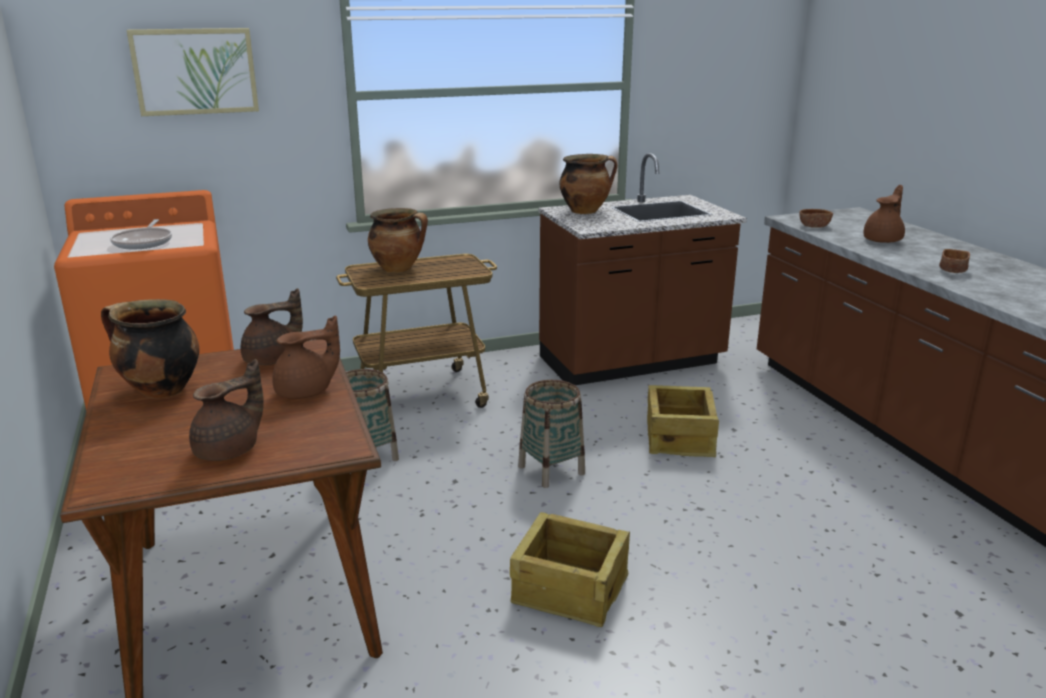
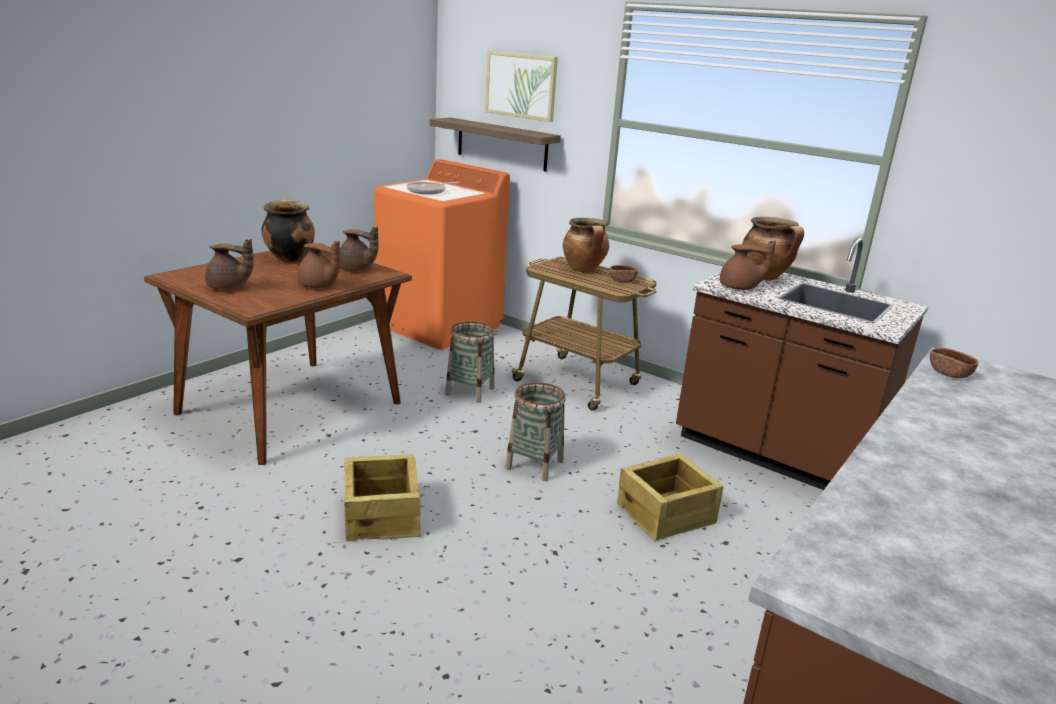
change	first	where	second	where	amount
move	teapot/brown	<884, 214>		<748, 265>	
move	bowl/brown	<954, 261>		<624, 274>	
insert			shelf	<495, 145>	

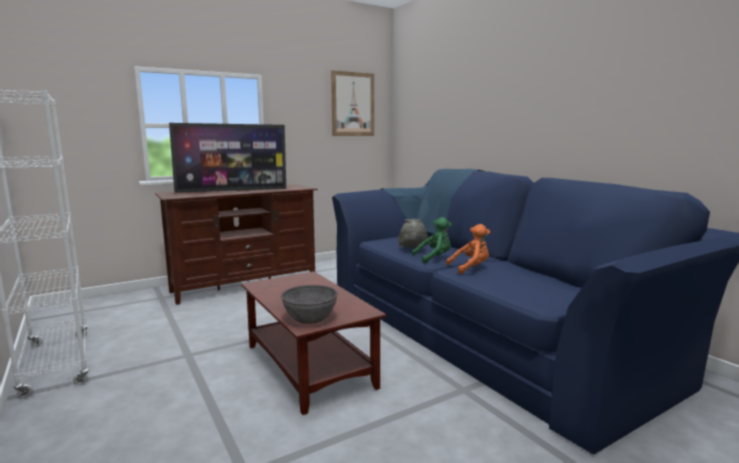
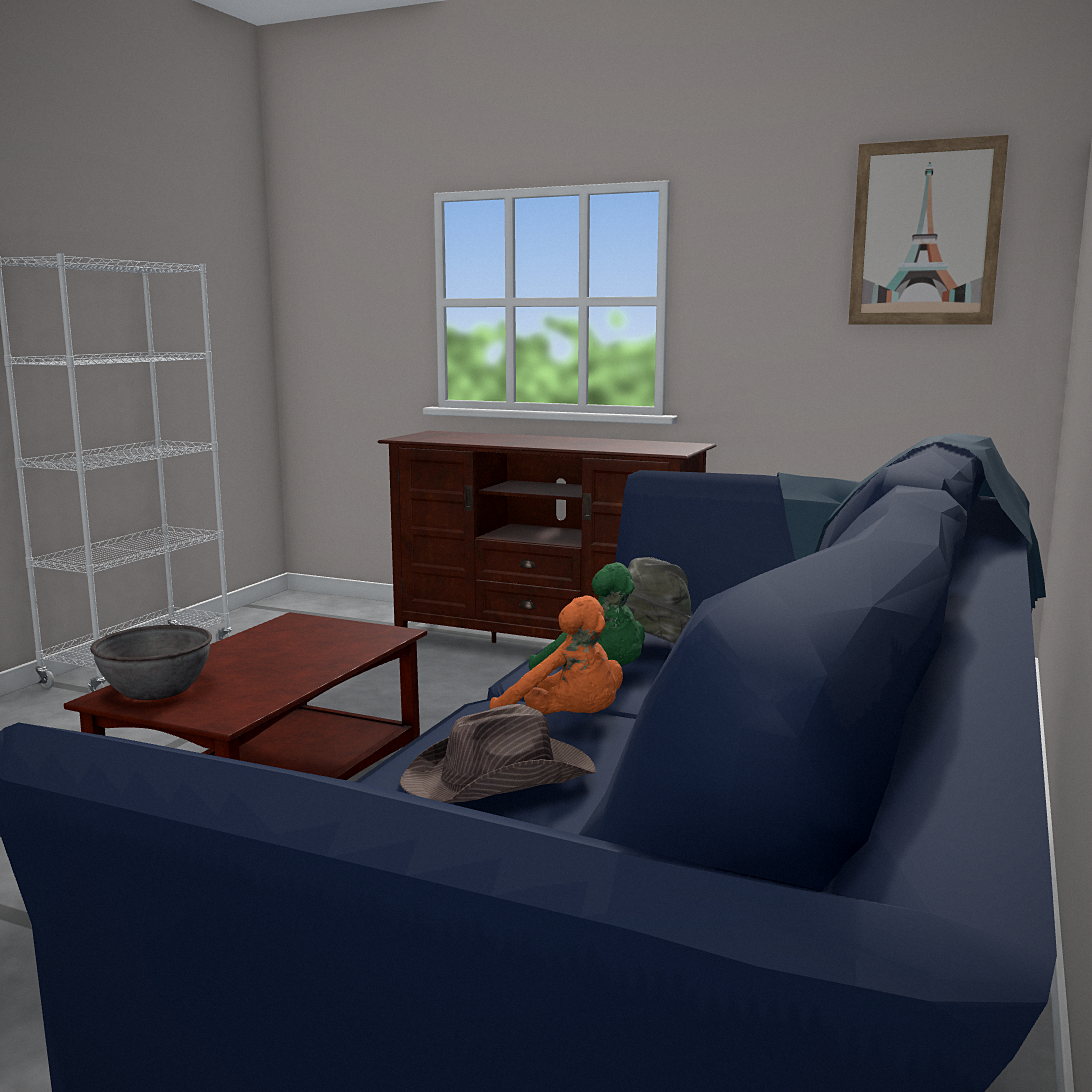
change	first	where	second	where	amount
delete	television	<227, 158>			
insert			hat/brown	<498, 753>	

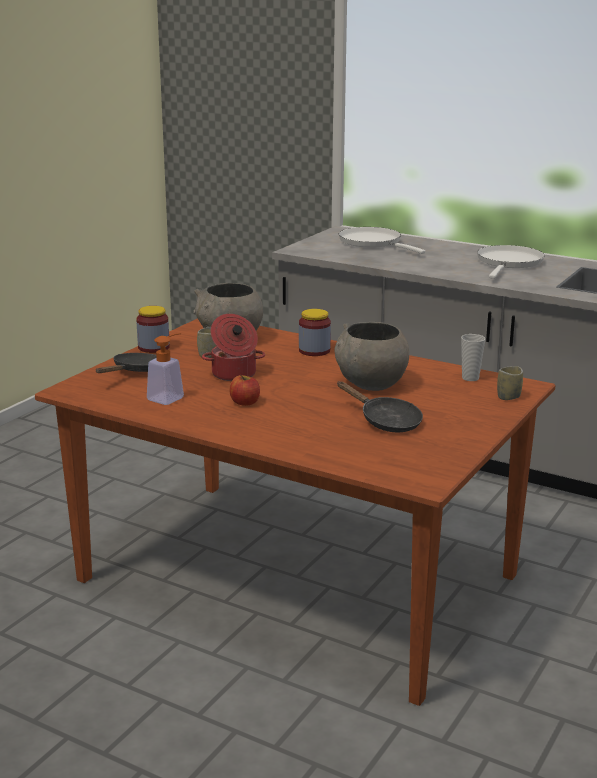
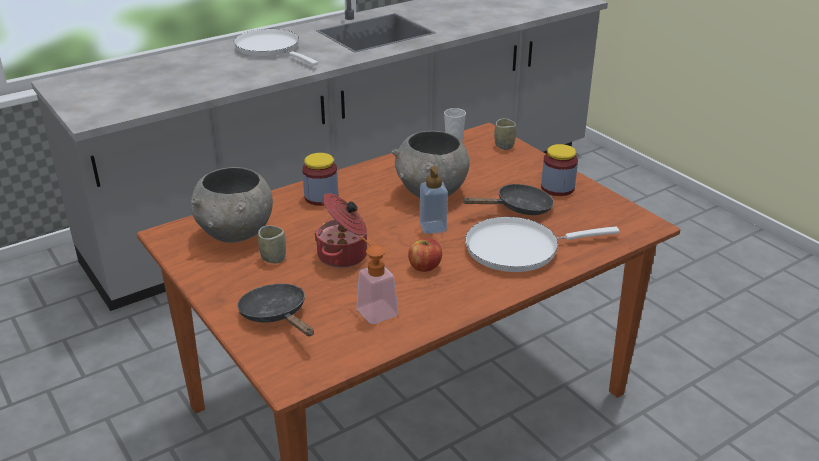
change	first	where	second	where	amount
move	frying pan/white	<382, 240>		<542, 244>	
move	jar	<153, 329>		<559, 170>	
insert			soap dispenser	<434, 200>	

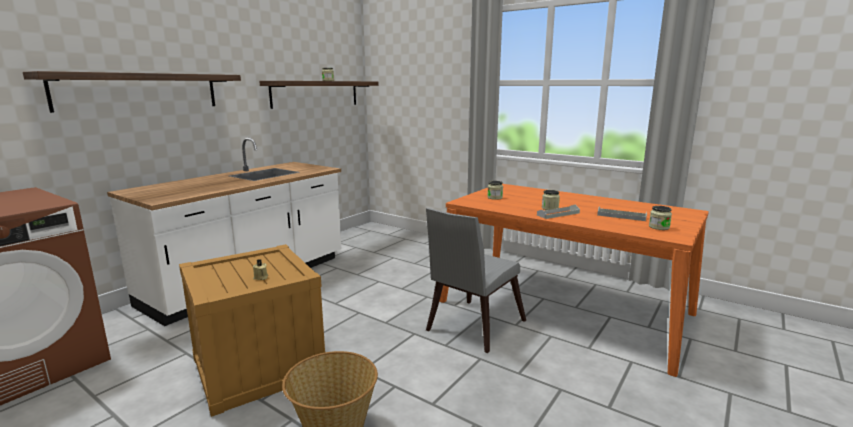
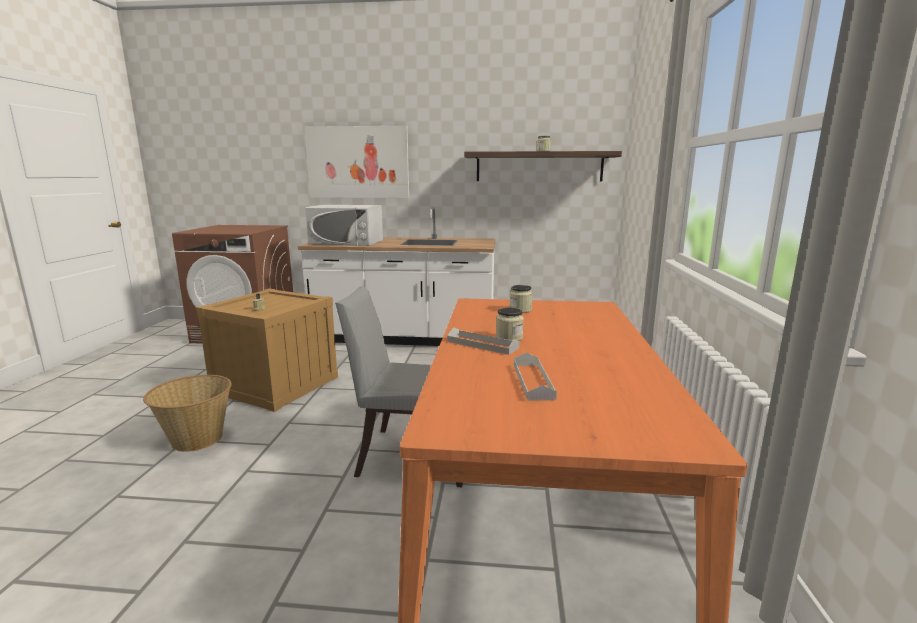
change	first	where	second	where	amount
replace	shelf	<132, 92>	picture	<356, 162>	
delete	jar	<660, 218>			
insert			microwave/white	<344, 225>	

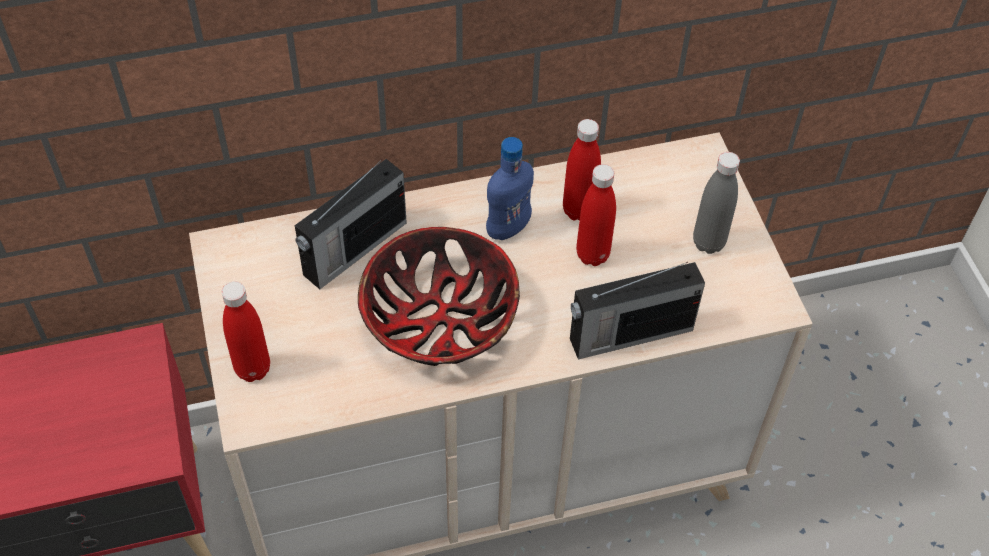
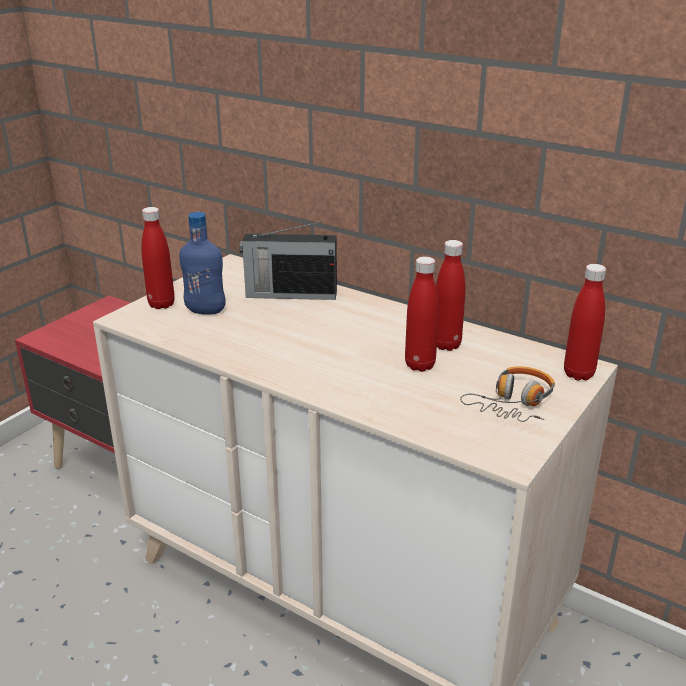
change	first	where	second	where	amount
move	bottle/blue	<510, 188>		<202, 263>	
replace	bottle/grey	<716, 203>	headphones	<507, 394>	
delete	bowl	<439, 296>			
delete	radio	<637, 310>			
insert			bottle/red	<585, 322>	

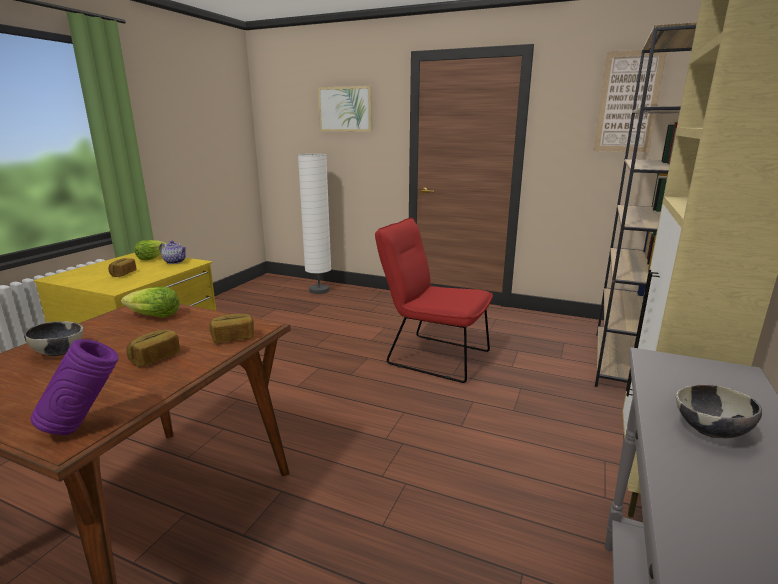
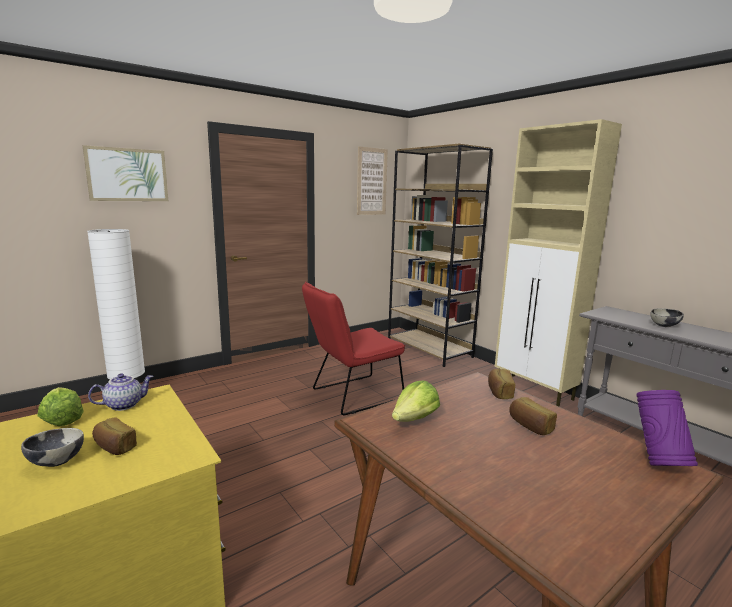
change	first	where	second	where	amount
move	bowl	<53, 338>		<52, 447>	

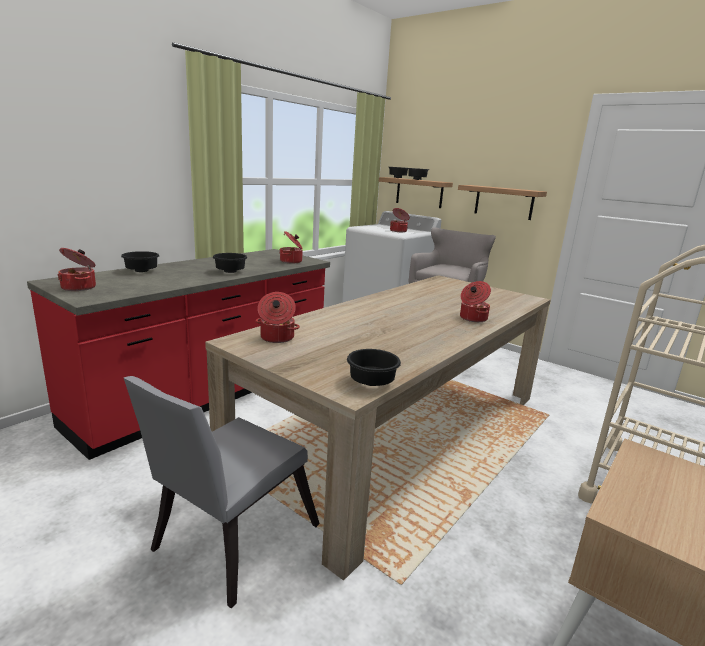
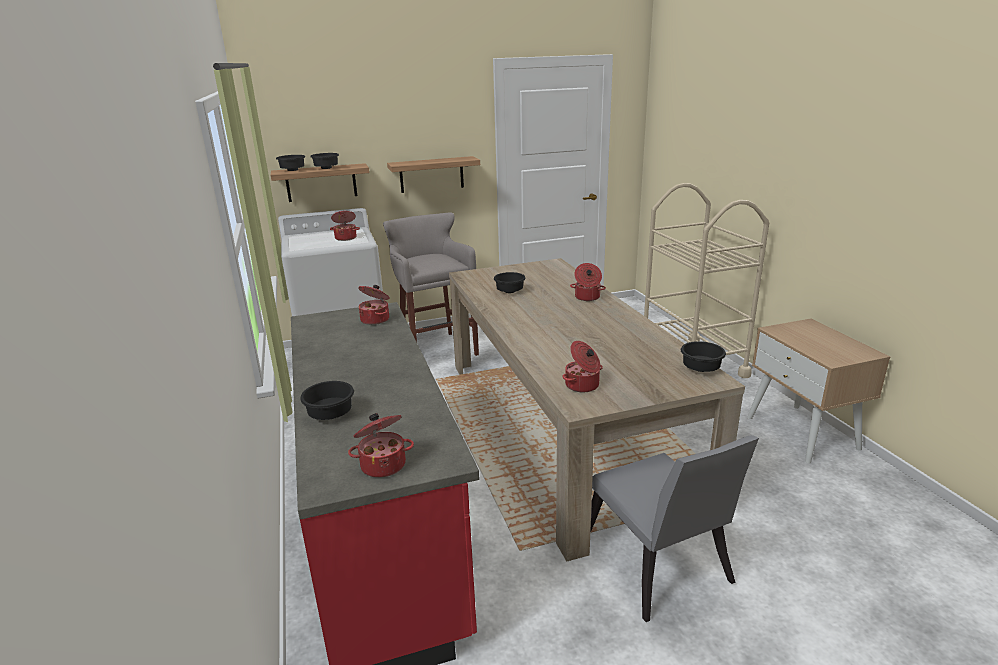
change	first	where	second	where	amount
move	bowl/black	<230, 263>		<510, 282>	

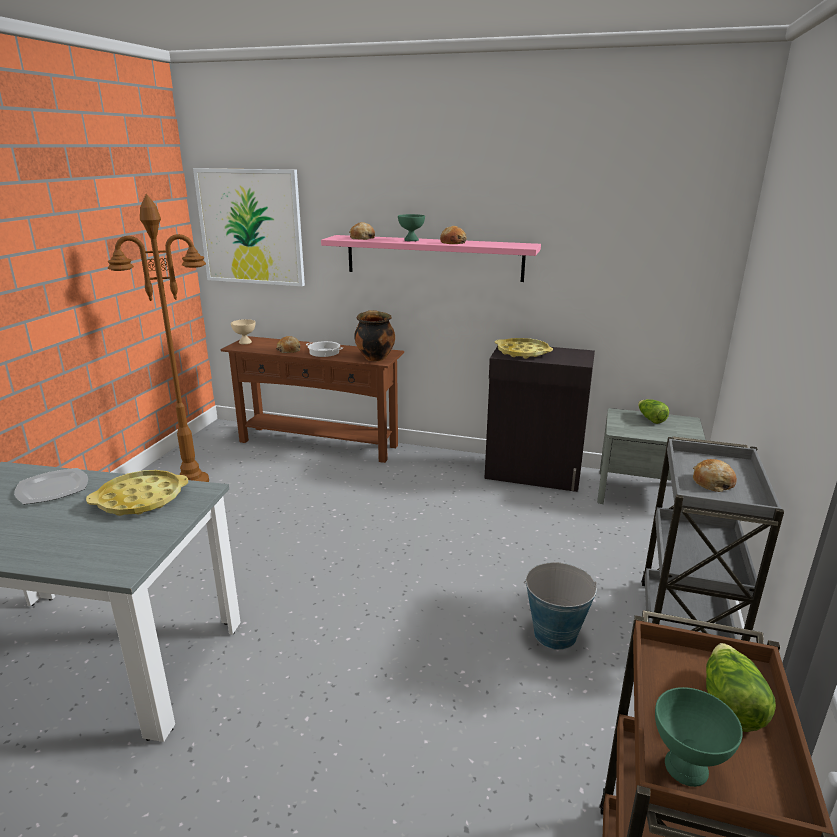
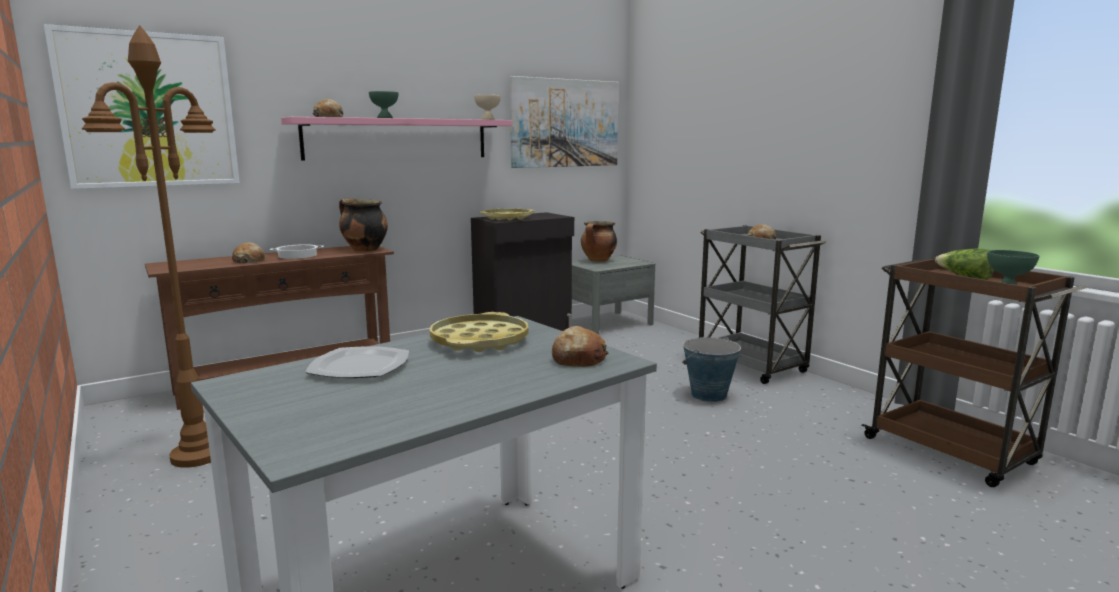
change	first	where	second	where	amount
move	bread	<453, 235>		<580, 346>	
move	bowl/beige	<243, 331>		<487, 107>	
replace	lettuce	<653, 411>	cooking pot	<599, 241>	
insert			picture	<564, 122>	

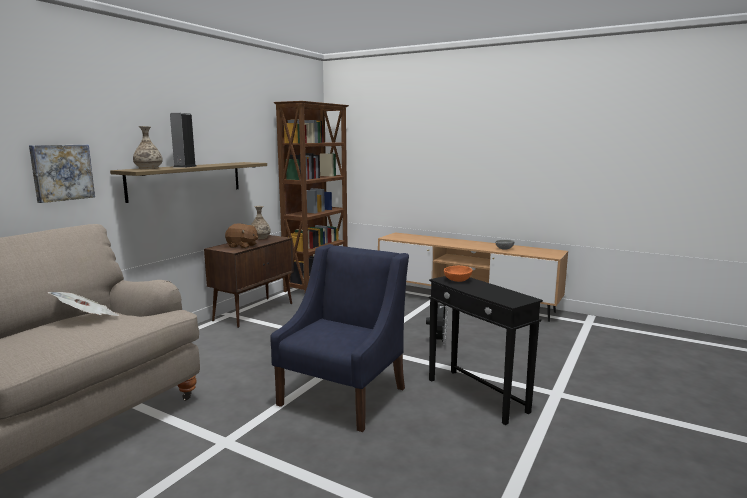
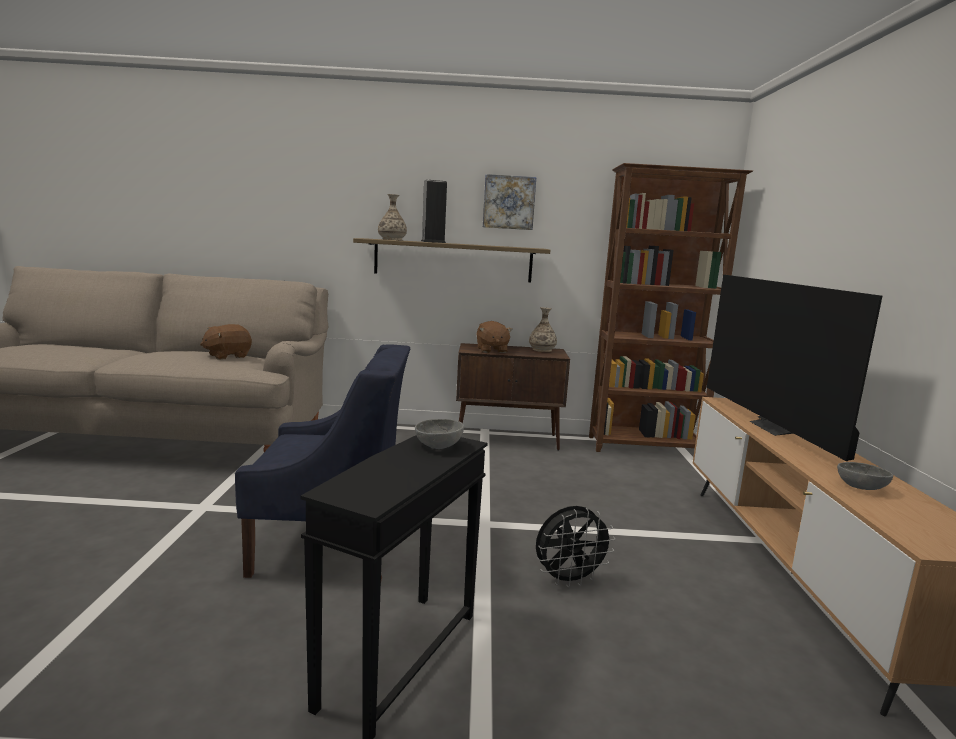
change	first	where	second	where	amount
move	picture	<62, 174>		<509, 202>	
recolor	bowl/orange	<458, 274>	bowl/grey	<439, 434>	
replace	newspaper	<84, 304>	plush toy/brown	<226, 342>	
insert			television	<794, 368>	

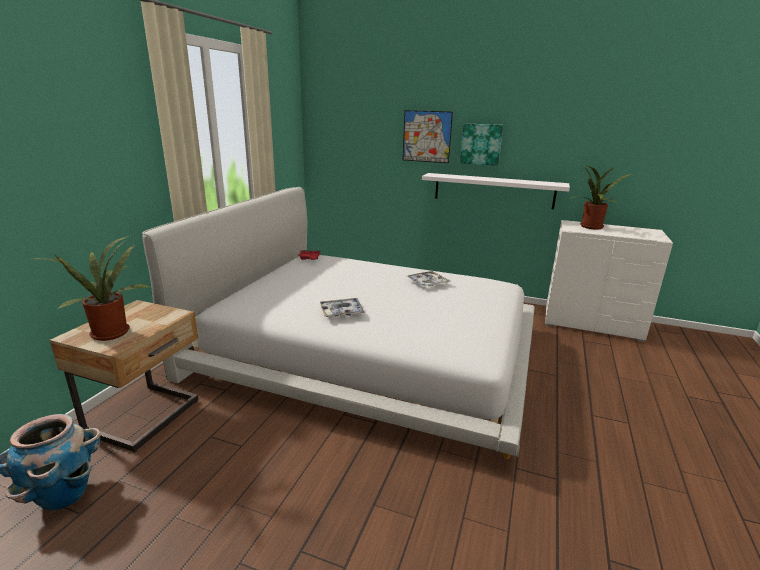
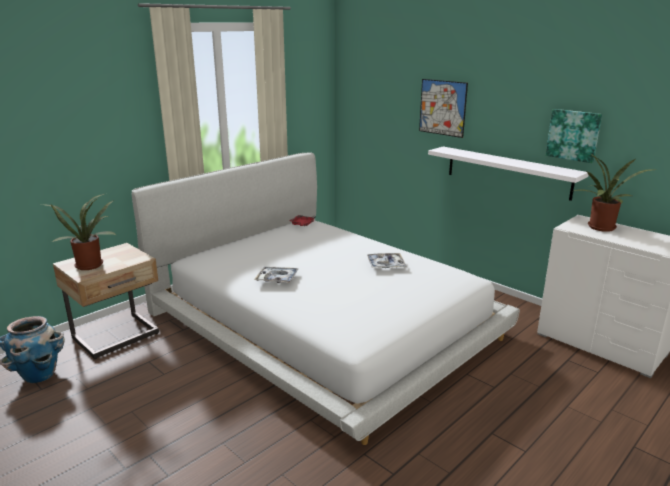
change	first	where	second	where	amount
move	picture	<481, 144>		<574, 136>	

